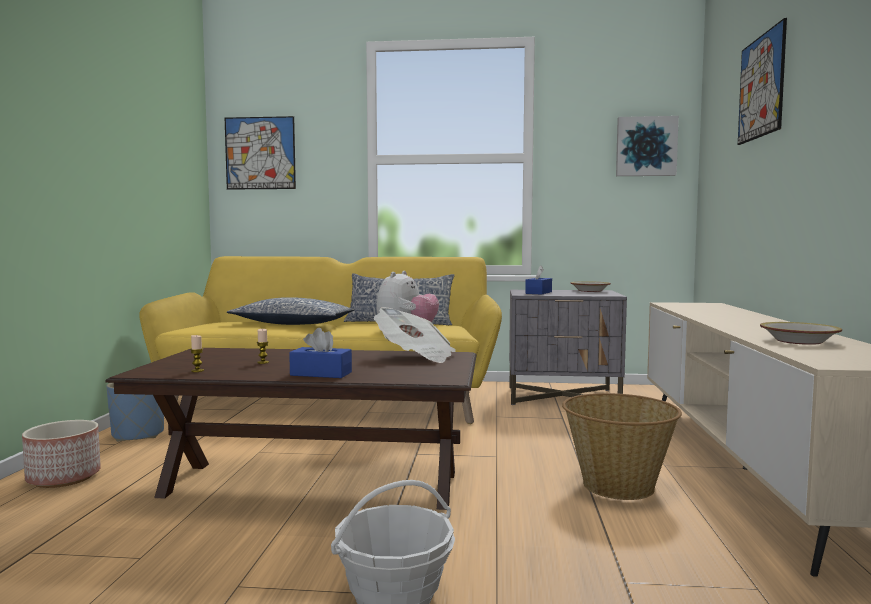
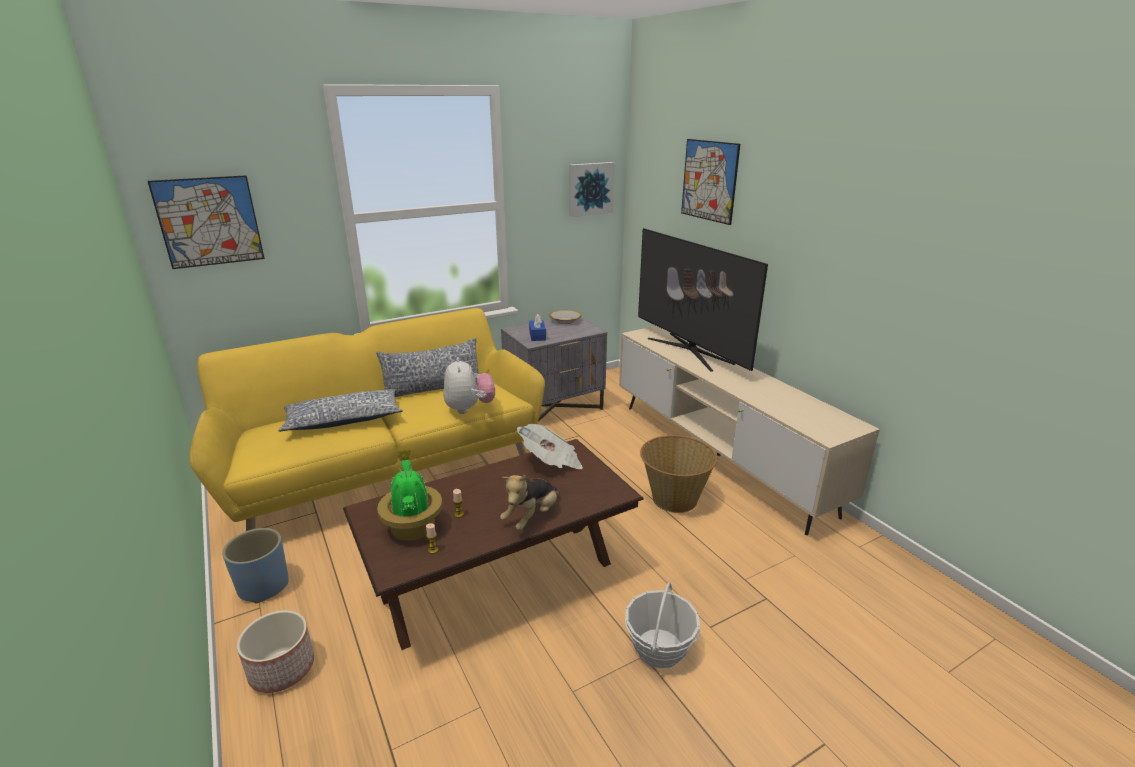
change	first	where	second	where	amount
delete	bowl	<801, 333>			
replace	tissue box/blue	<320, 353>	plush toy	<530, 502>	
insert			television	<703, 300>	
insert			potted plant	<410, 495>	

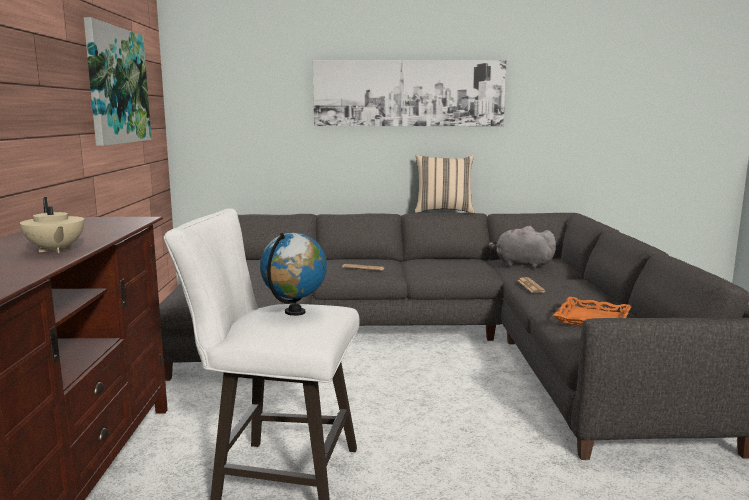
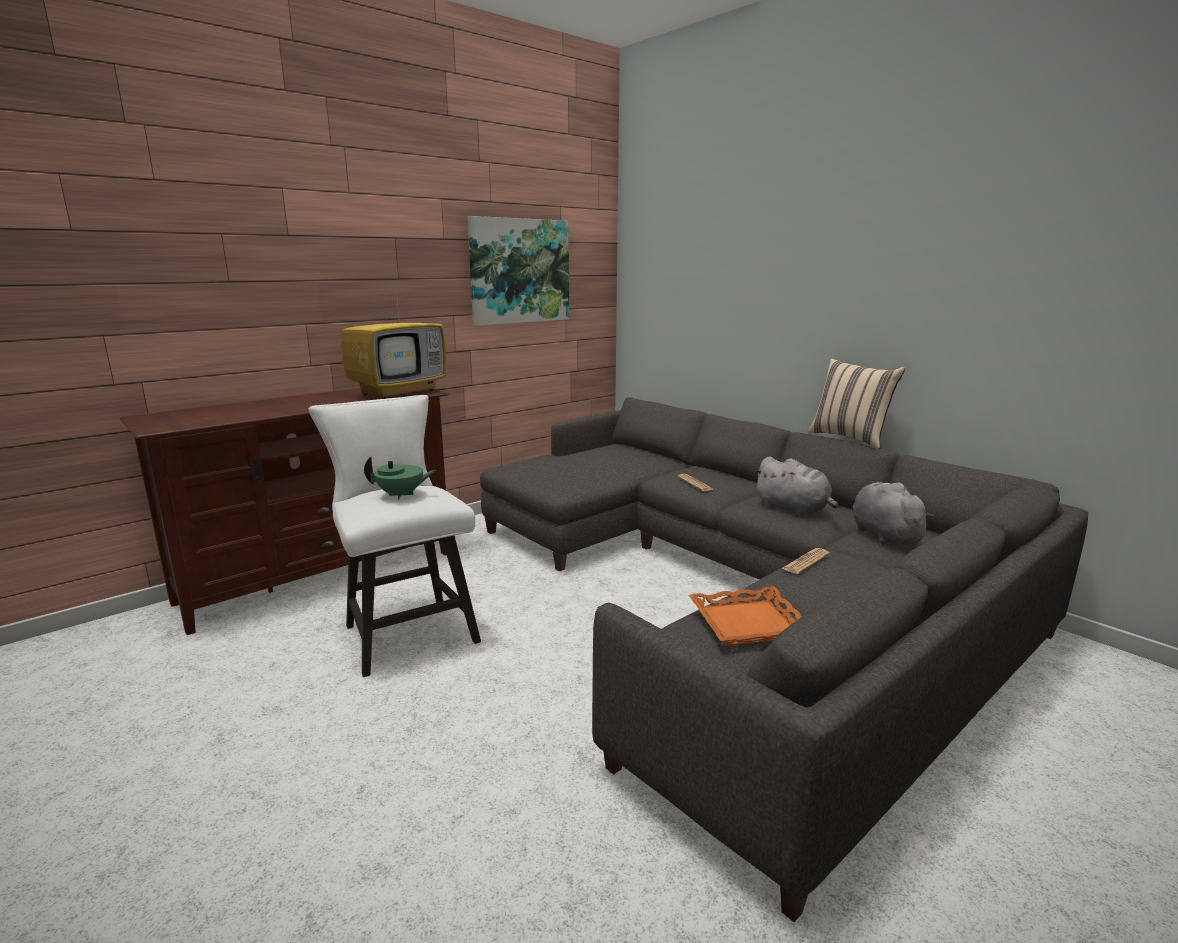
change	first	where	second	where	amount
delete	picture	<410, 93>			
delete	teapot/beige	<52, 225>			
replace	globe	<293, 274>	teapot/green	<400, 478>	
insert			television	<393, 339>	
insert			plush toy/grey	<796, 486>	

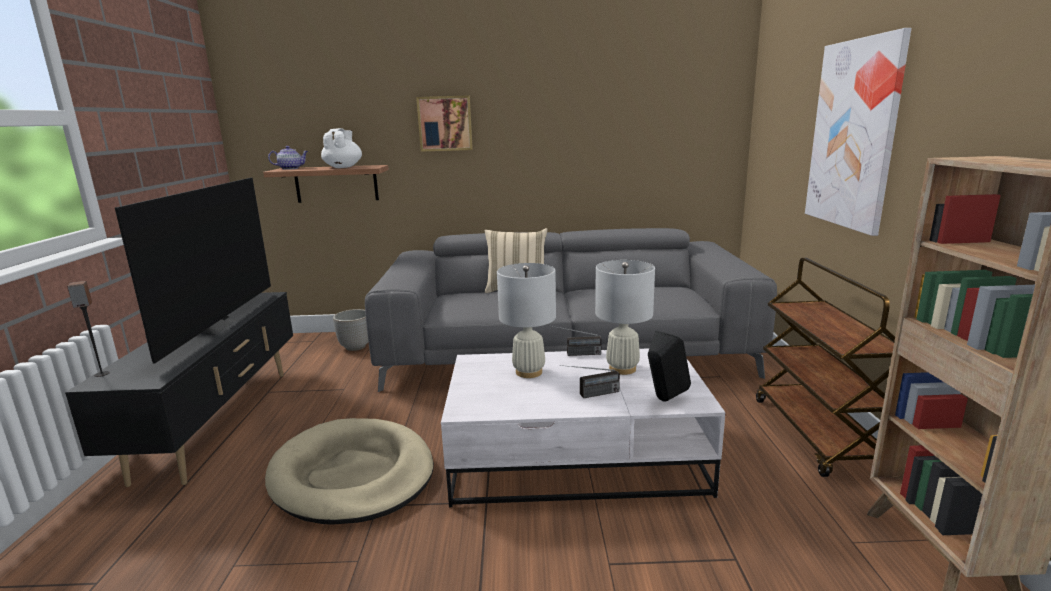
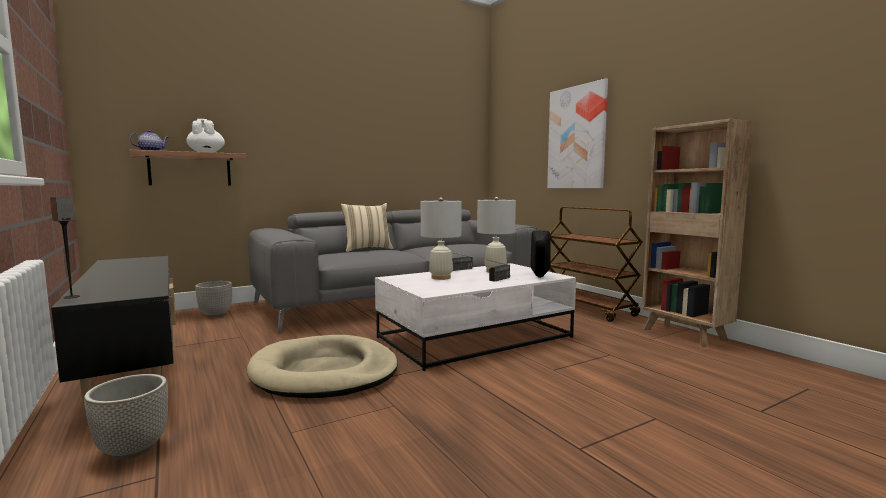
change	first	where	second	where	amount
delete	picture	<444, 124>			
delete	television	<193, 270>			
insert			planter	<126, 417>	

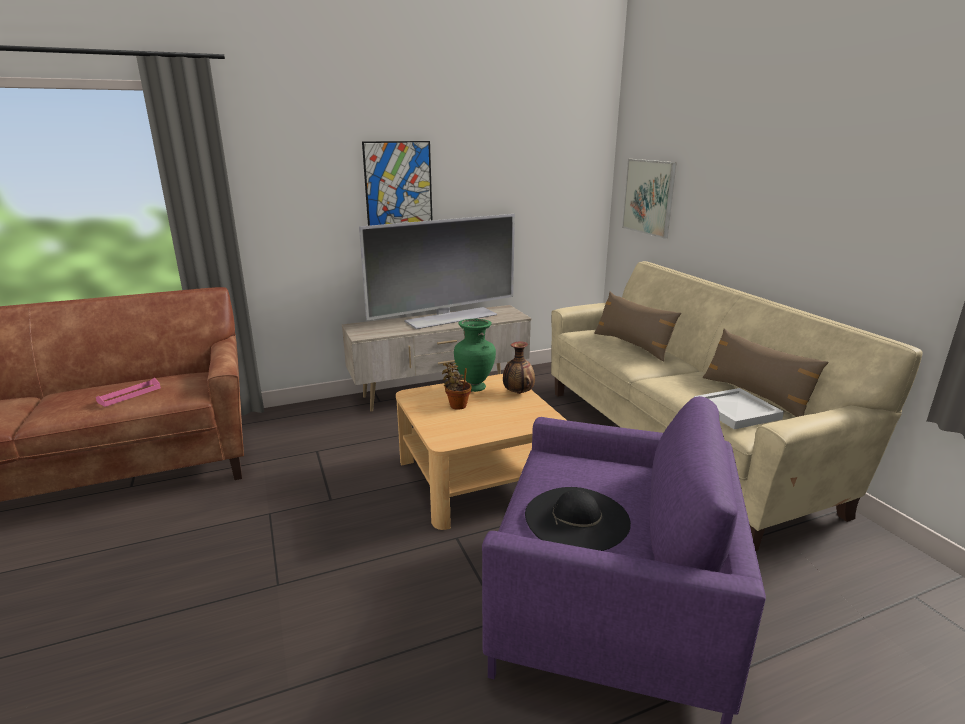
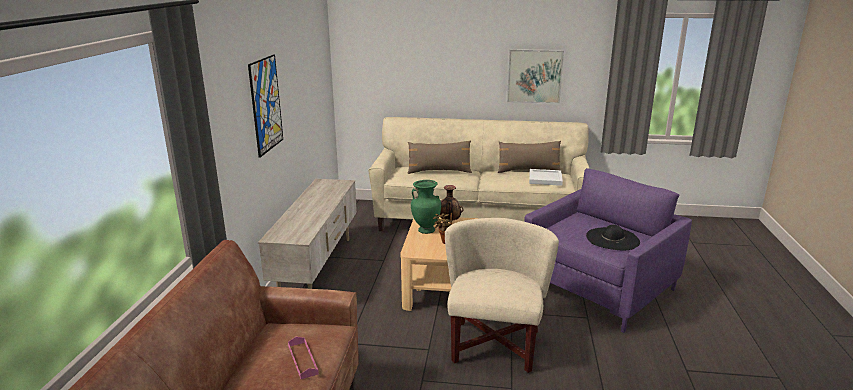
change	first	where	second	where	amount
move	picture	<649, 199>		<535, 76>	
delete	television	<437, 271>			
insert			armchair/beige	<502, 295>	

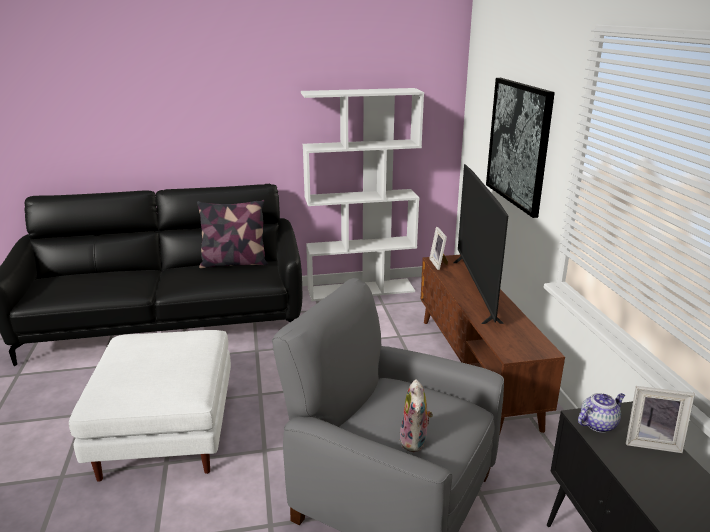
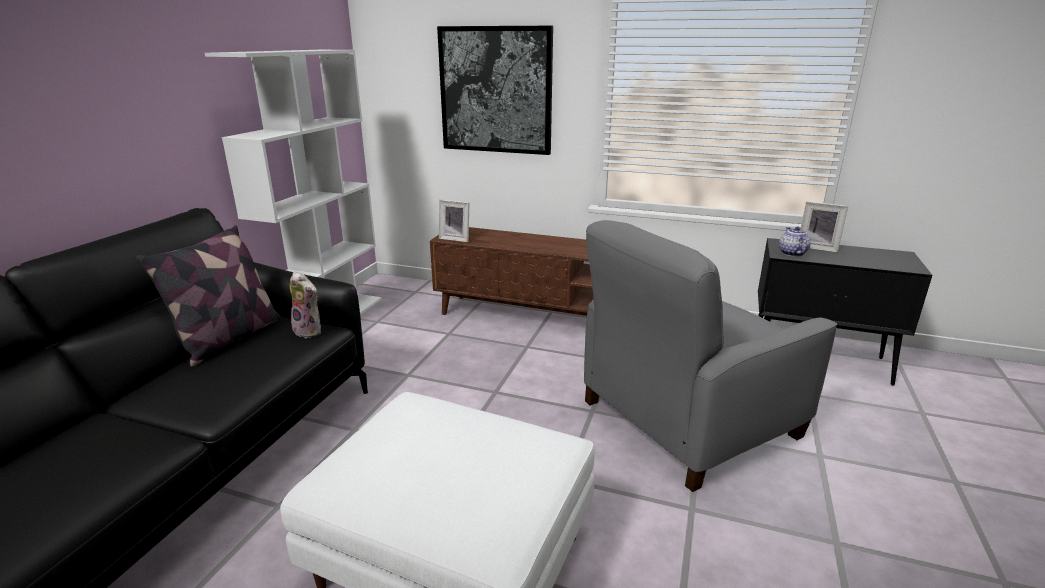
change	first	where	second	where	amount
delete	television	<480, 244>			
move	plush toy	<416, 415>		<305, 304>	
rotate	picture frame	<660, 419>		<824, 227>	75 degrees clockwise

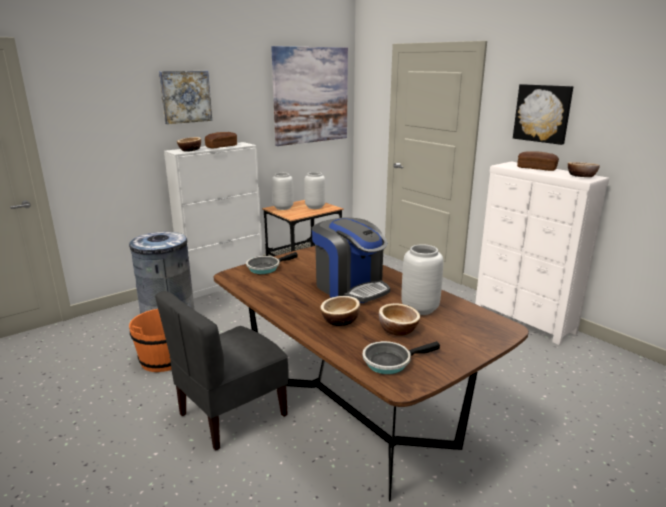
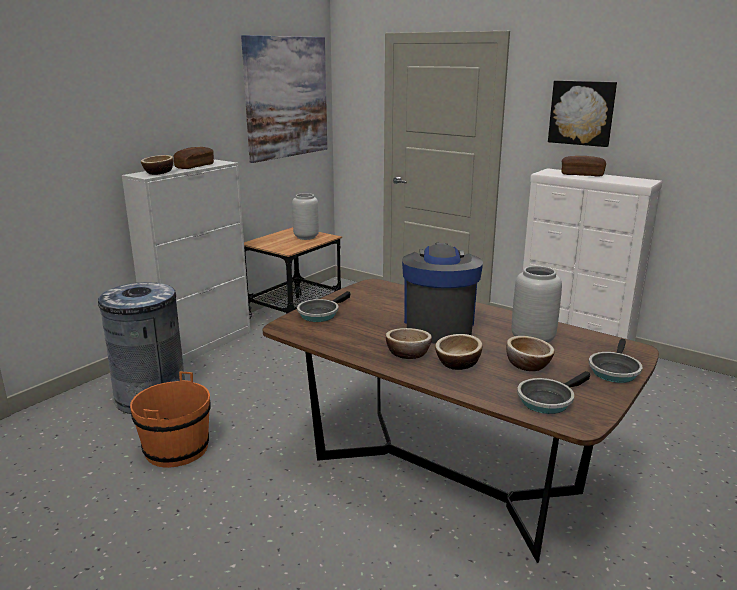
change	first	where	second	where	amount
delete	picture	<185, 97>			
move	bowl	<584, 169>		<409, 343>	
delete	vase/grey	<283, 191>			
rotate	coffee machine	<351, 260>		<442, 293>	120 degrees counterclockwise
delete	chair/grey	<222, 370>			
insert			frying pan	<615, 361>	

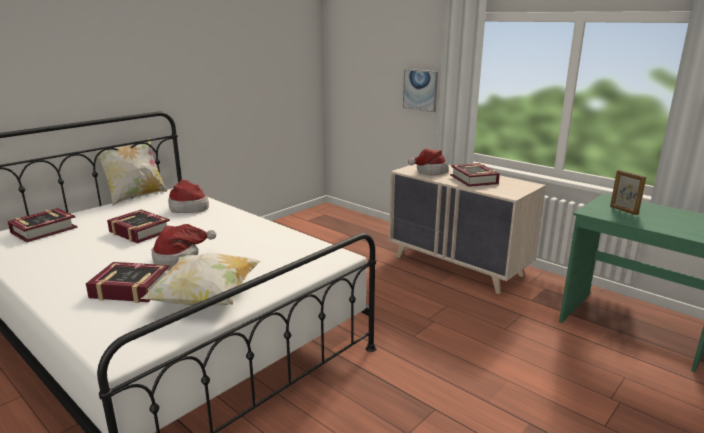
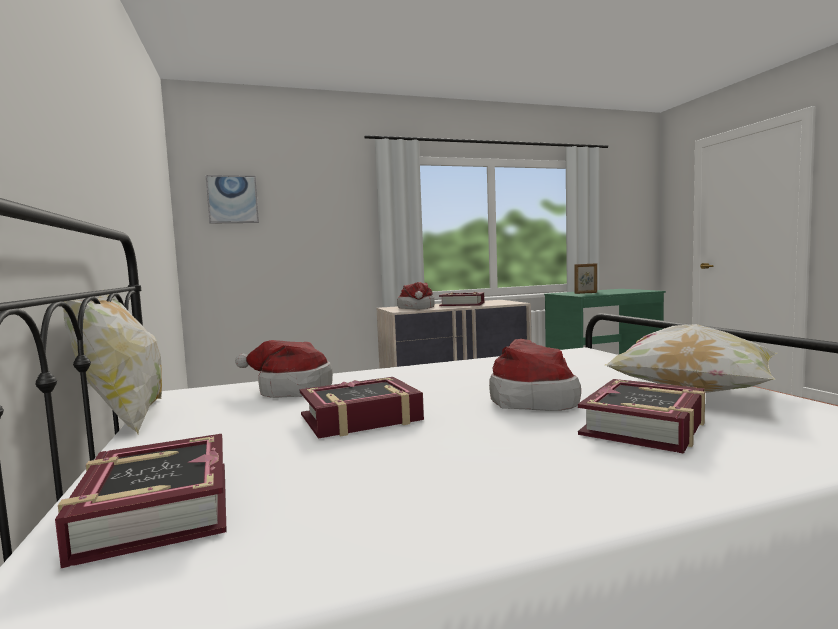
change	first	where	second	where	amount
move	picture	<420, 90>		<232, 199>	

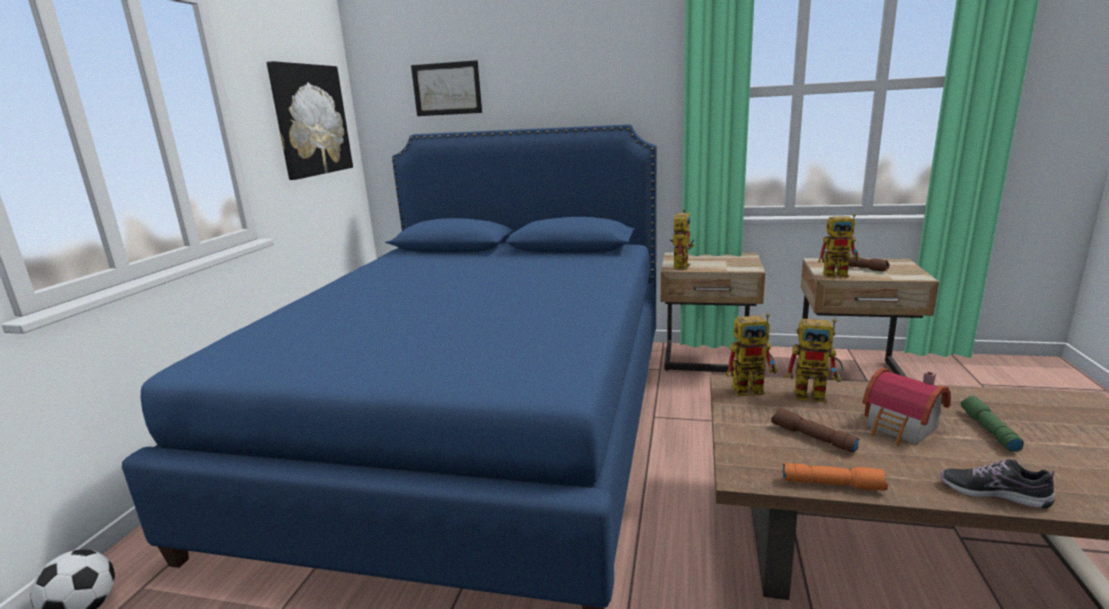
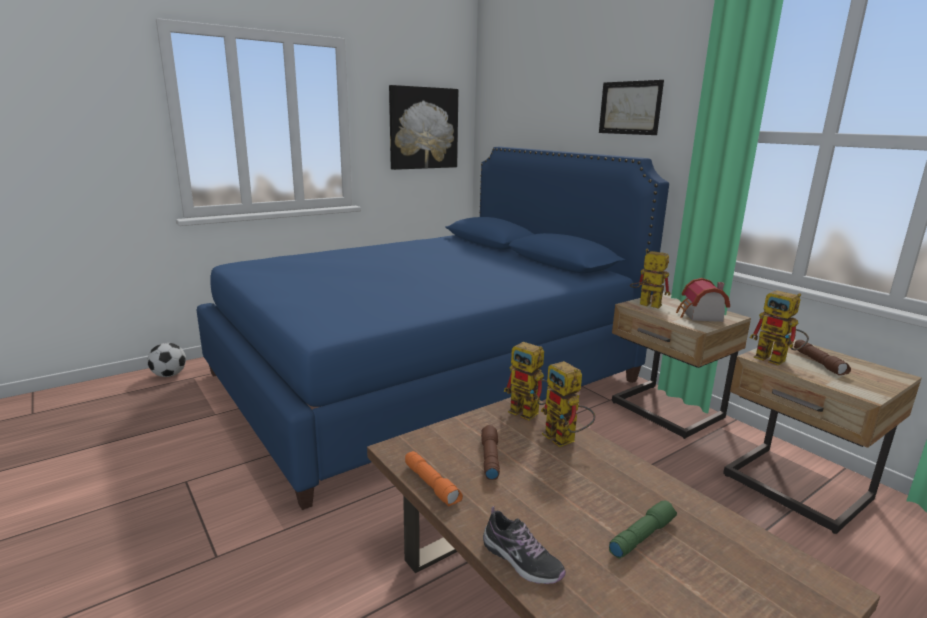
change	first	where	second	where	amount
move	picture	<446, 88>		<631, 107>	
rotate	toy robot	<682, 239>		<650, 279>	120 degrees counterclockwise
move	toy house	<906, 407>		<703, 300>	
rotate	shoe	<998, 484>		<524, 545>	150 degrees clockwise

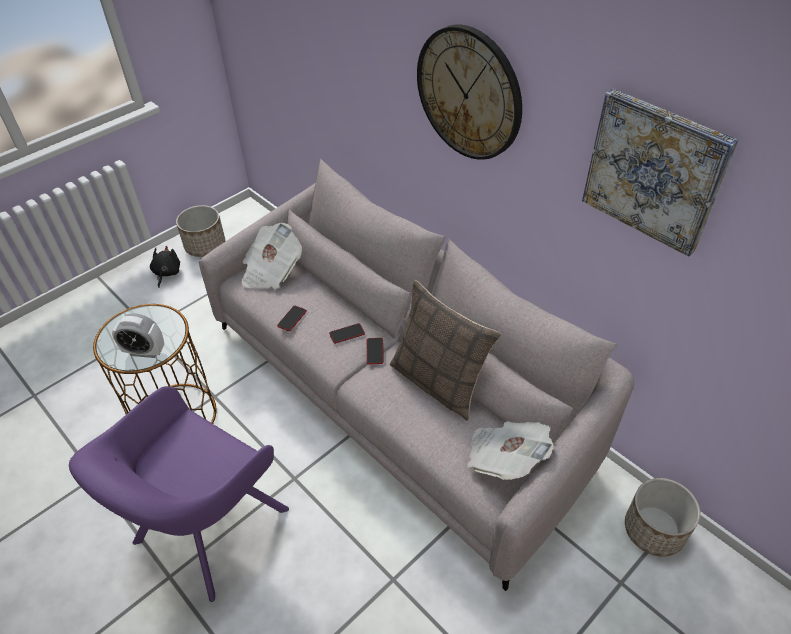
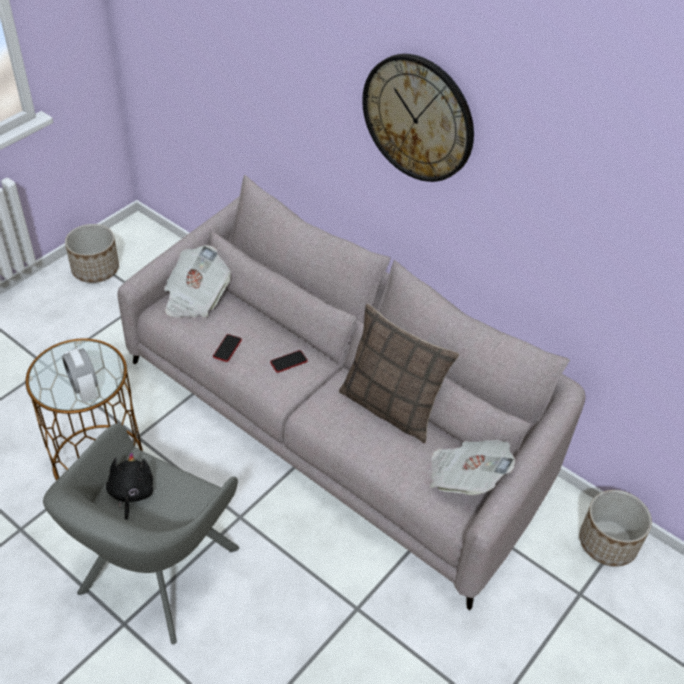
change	first	where	second	where	amount
delete	picture	<660, 173>			
move	plush toy/black	<165, 266>		<129, 486>	
rotate	alarm clock	<138, 335>		<80, 375>	60 degrees clockwise
delete	phone	<375, 351>			
recolor	armchair/purple	<179, 494>	armchair/grey	<141, 534>	

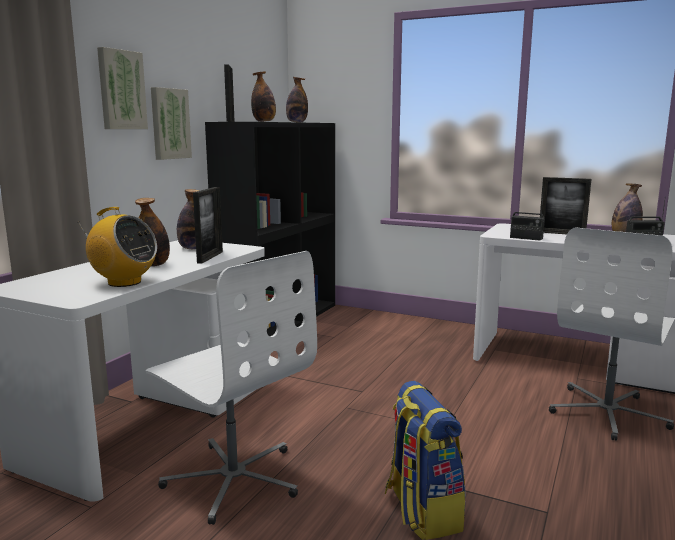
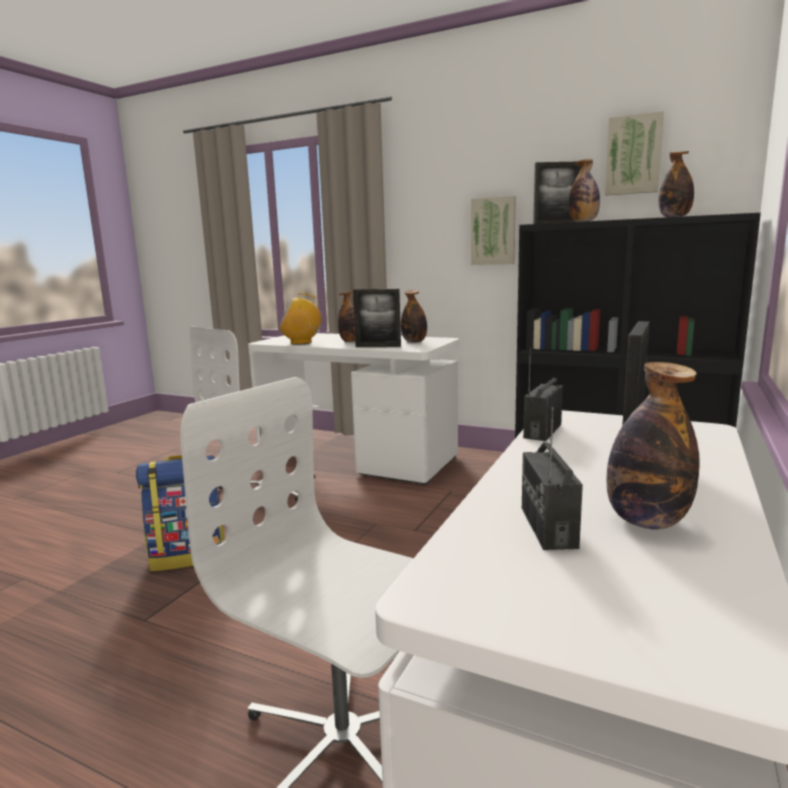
change	first	where	second	where	amount
move	picture	<122, 88>		<634, 153>	
rotate	radio	<118, 247>		<300, 319>	60 degrees clockwise

